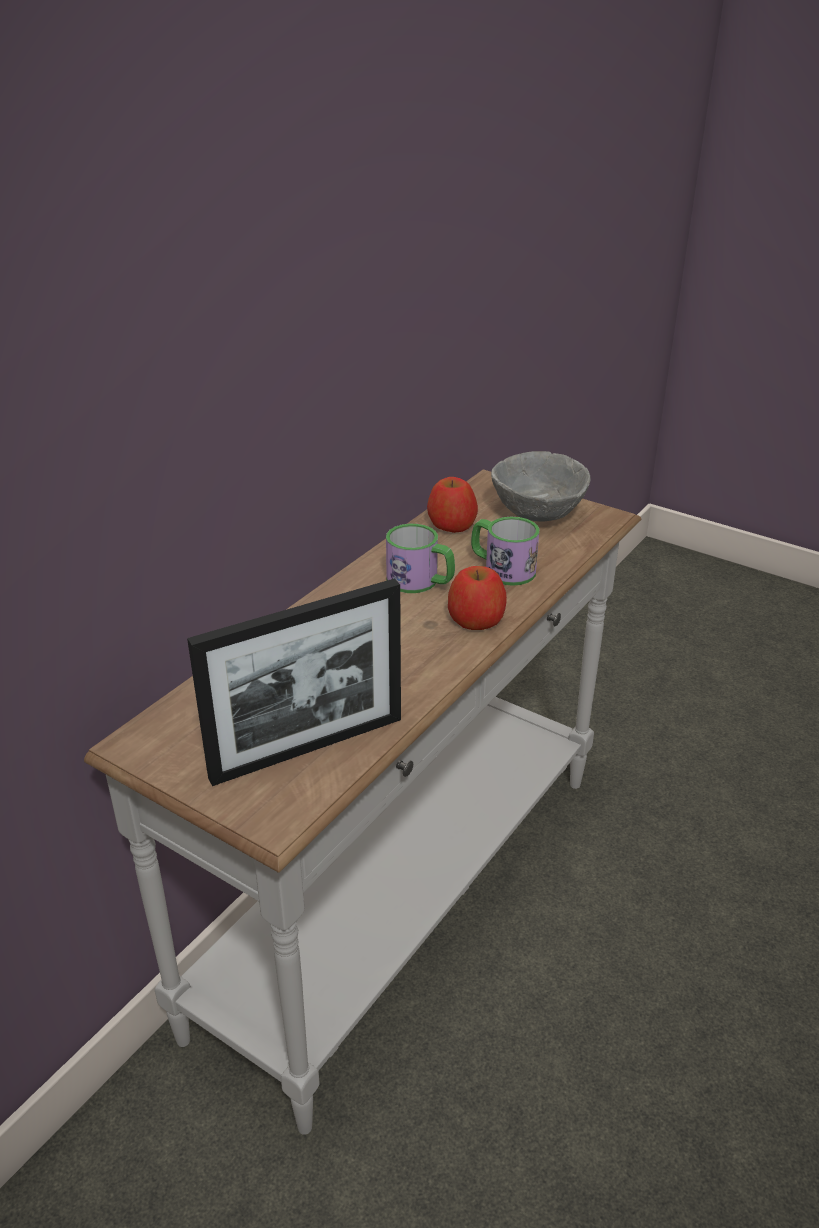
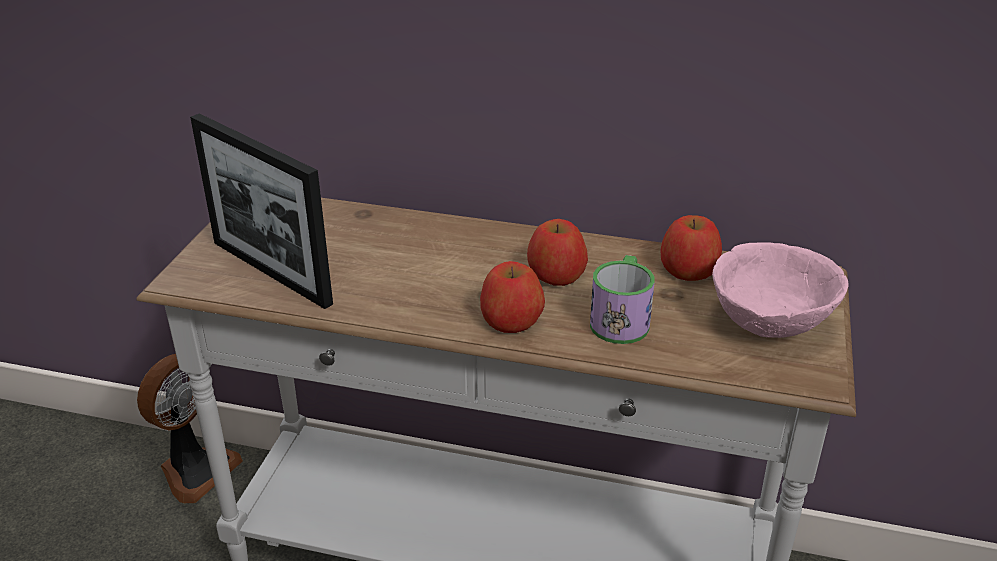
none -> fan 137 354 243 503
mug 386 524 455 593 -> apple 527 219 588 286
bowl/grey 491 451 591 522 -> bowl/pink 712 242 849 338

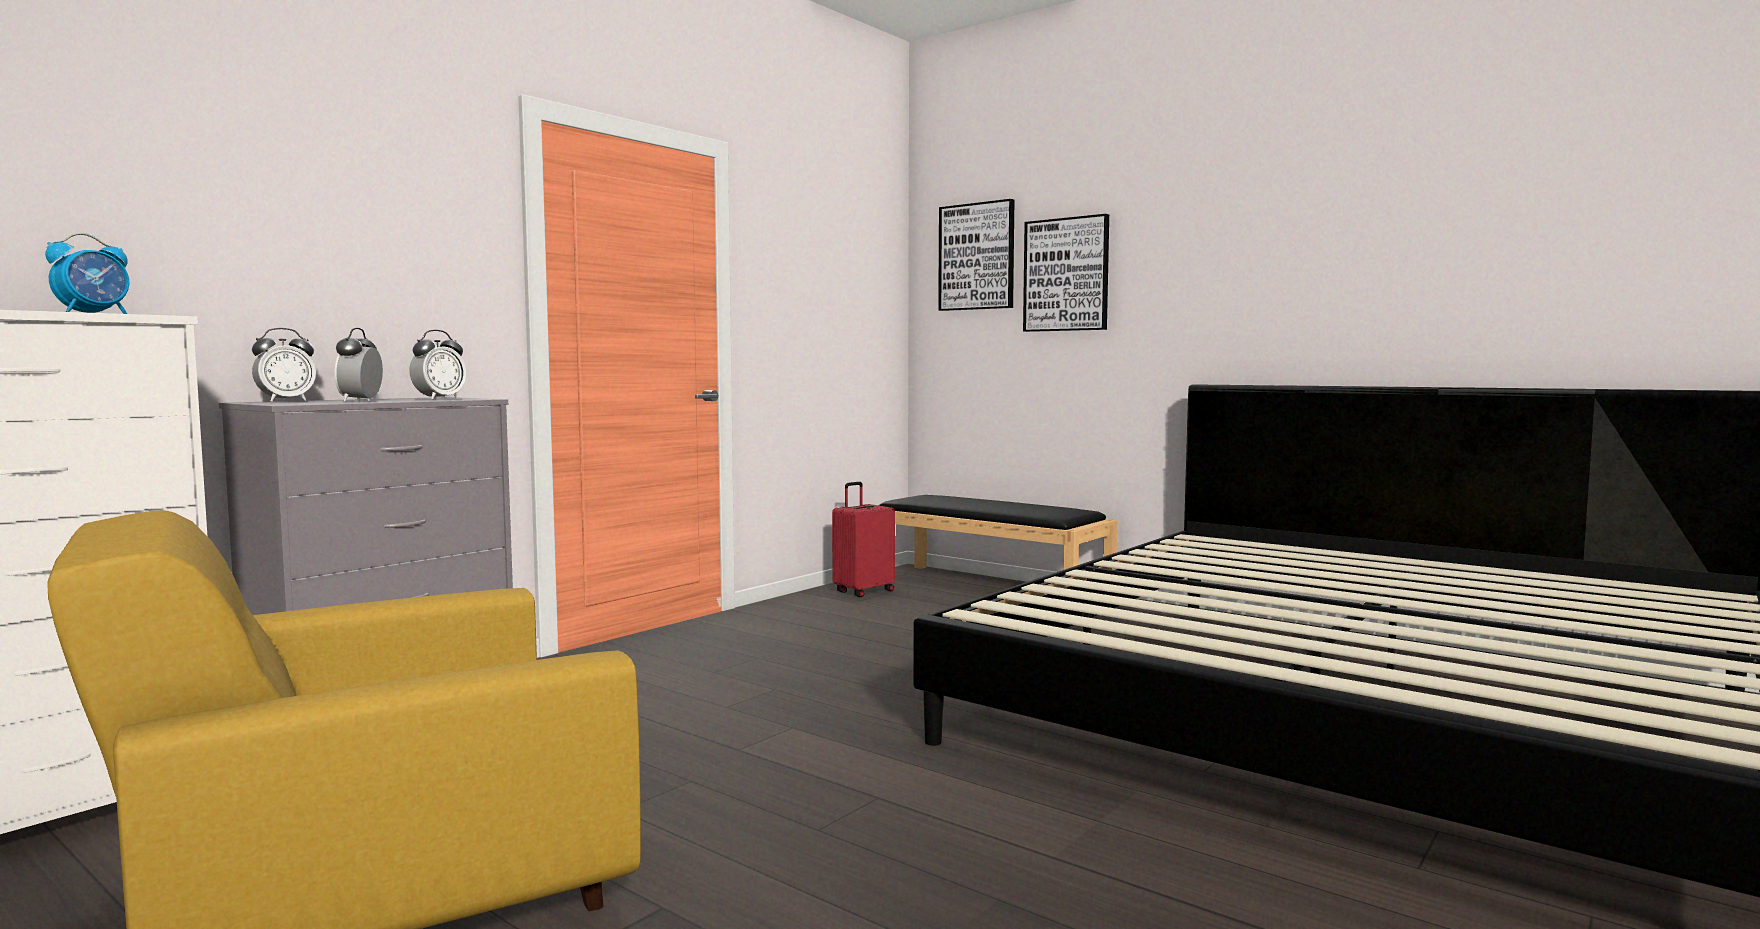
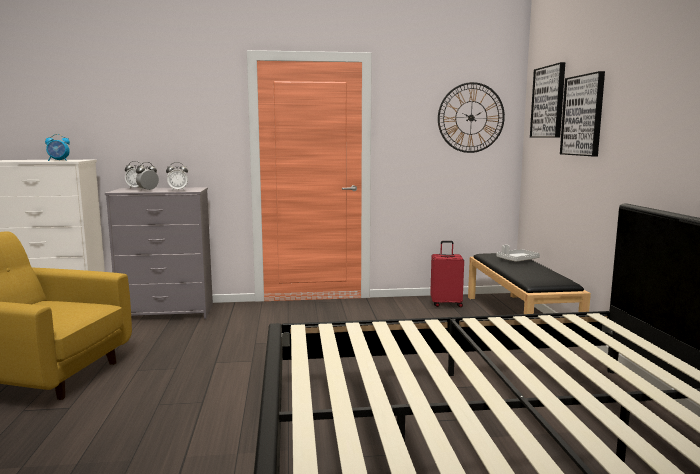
none -> wall clock 438 82 505 153
none -> tray/grey 496 245 540 262

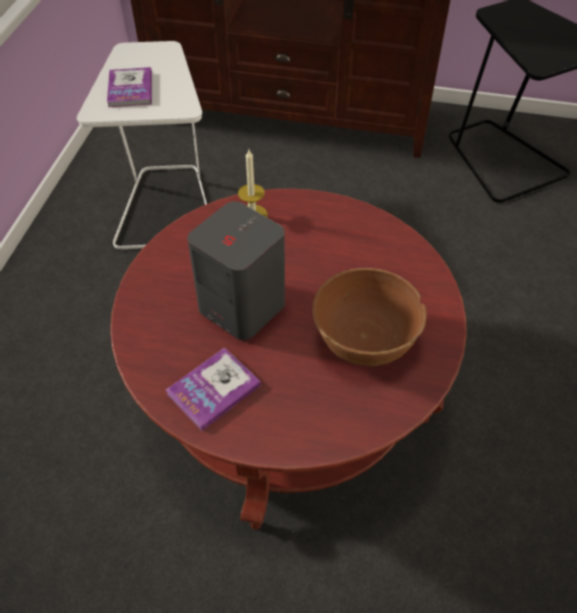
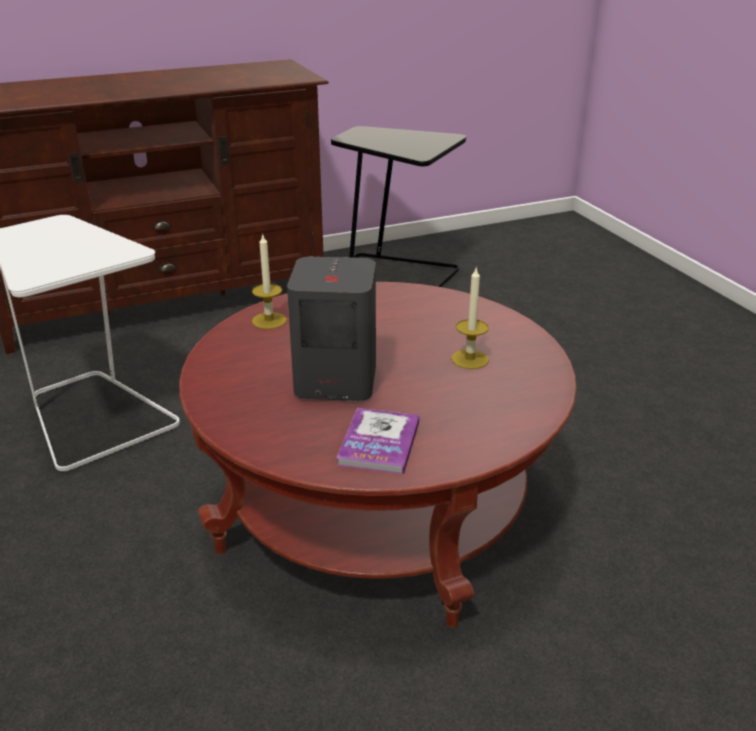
bowl/brown 312 268 426 366 -> candle 451 266 489 369
book 107 67 152 107 -> none

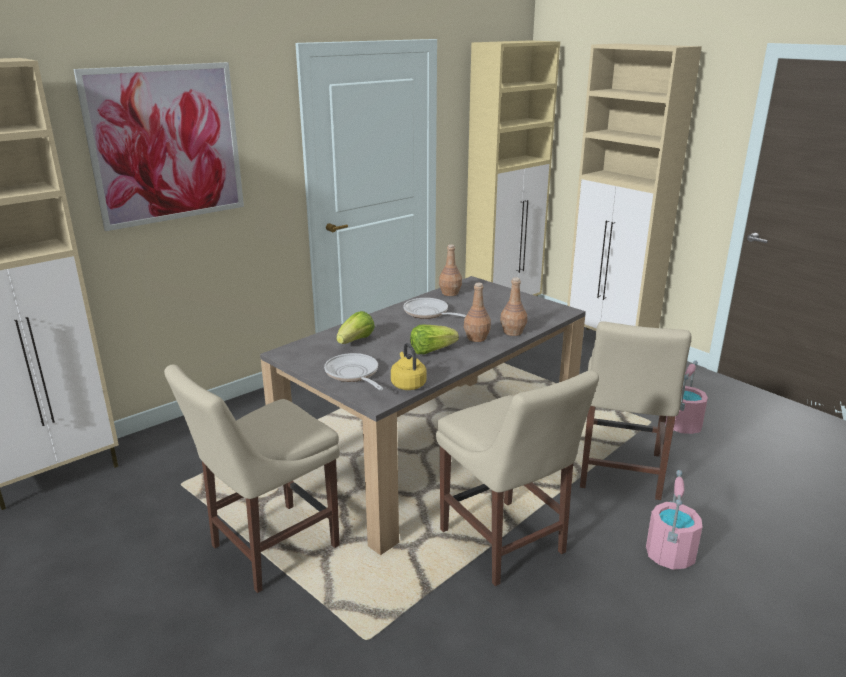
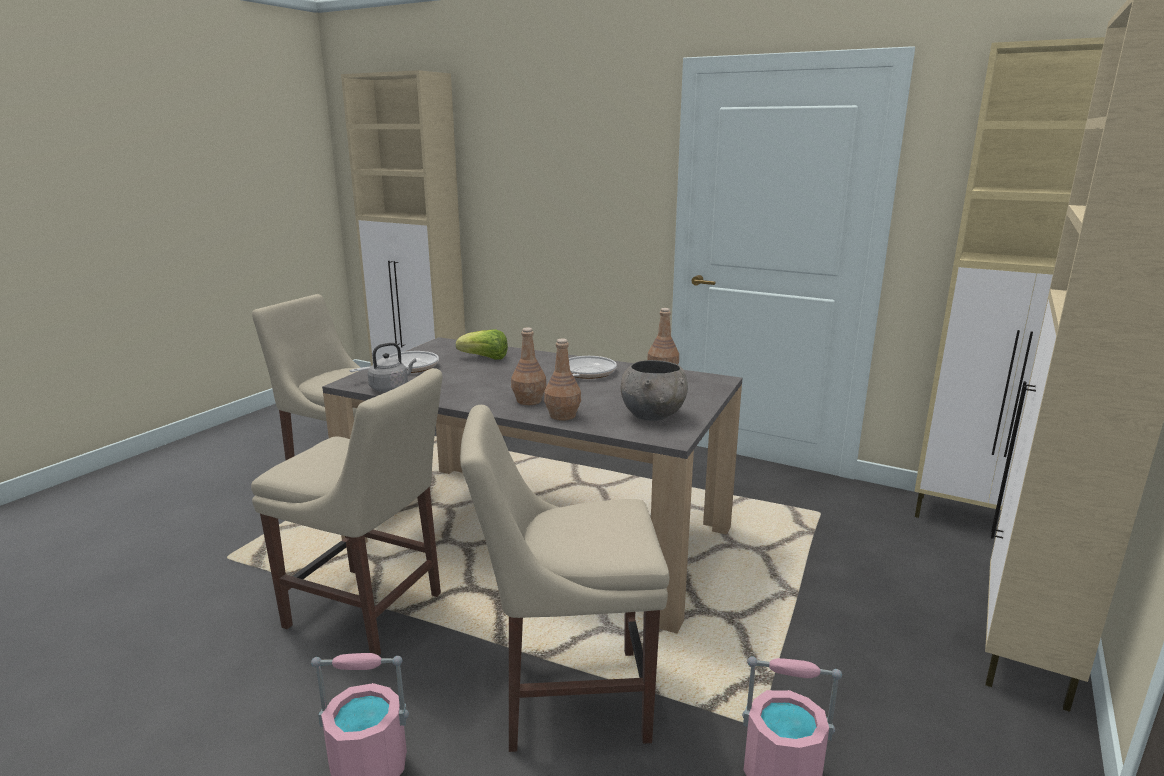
chair/beige 436 370 599 586 -> chair/beige 251 368 442 655, 105 degrees counterclockwise
kettle/yellow 391 343 427 390 -> kettle/grey 368 343 416 392
none -> bowl/grey 621 360 688 421
picture 73 62 244 231 -> none
lettuce 410 325 459 354 -> none

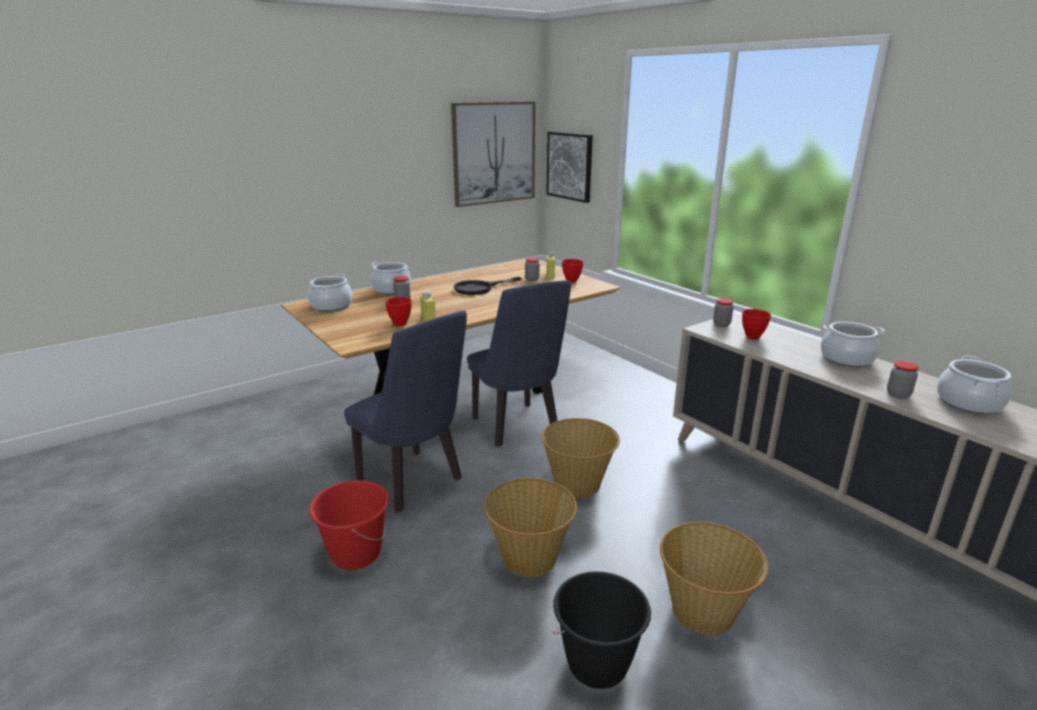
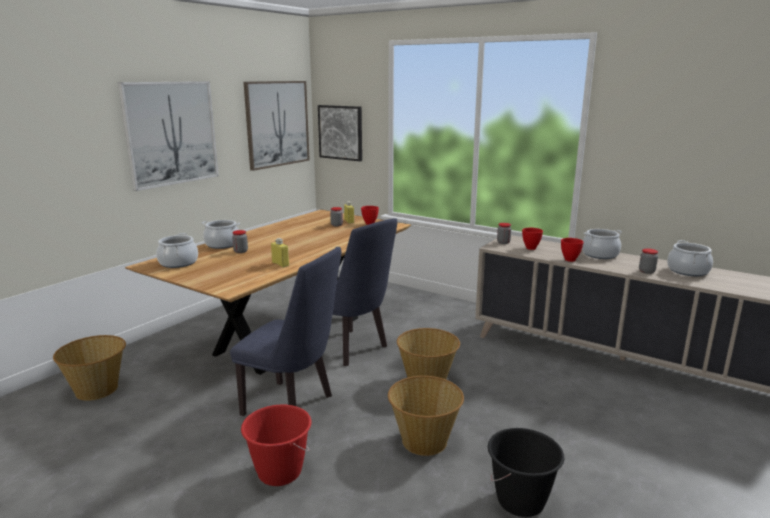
basket 660 522 769 635 -> basket 53 335 126 401, moved
none -> picture 118 81 219 191
bowl/red 385 297 412 326 -> bowl/red 561 238 584 262, moved
frying pan/black 454 277 522 295 -> none

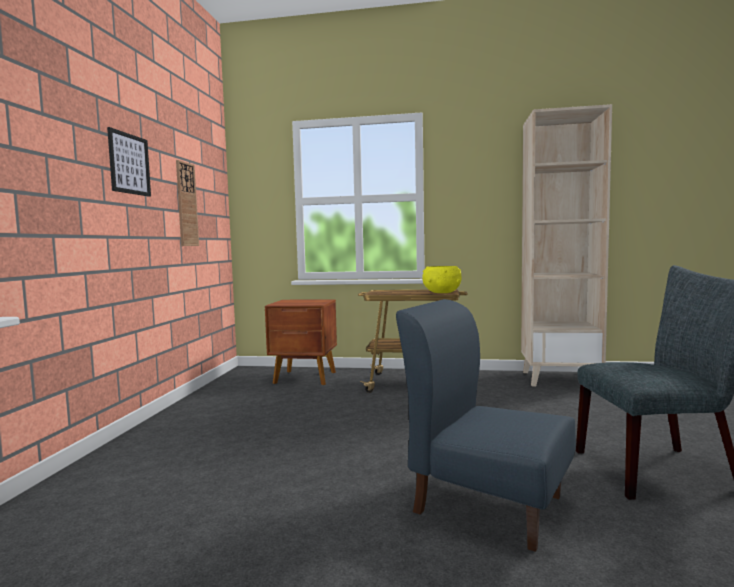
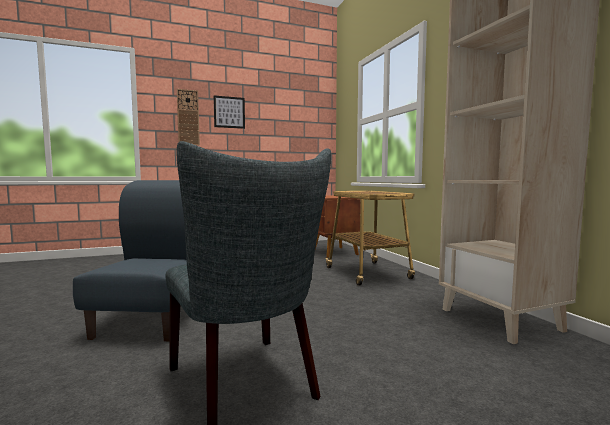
wall clock 176 160 199 246 -> wall clock 177 89 200 146, moved
bowl/yellow 422 266 461 293 -> none

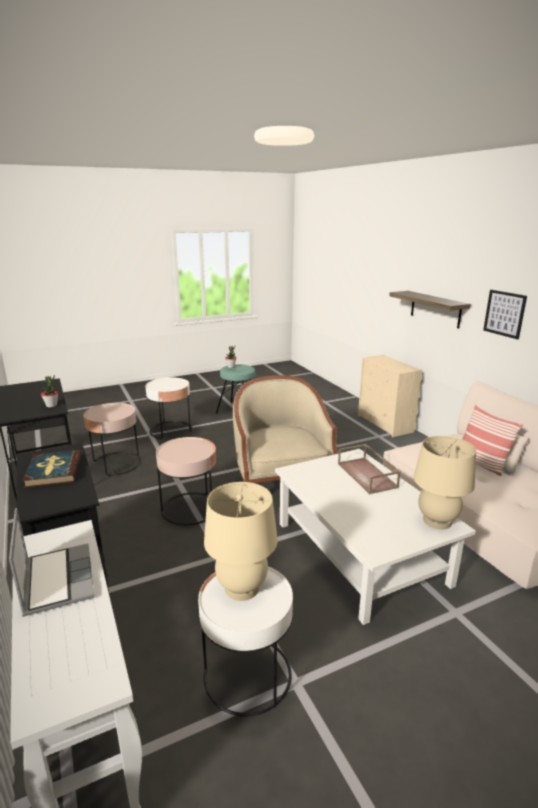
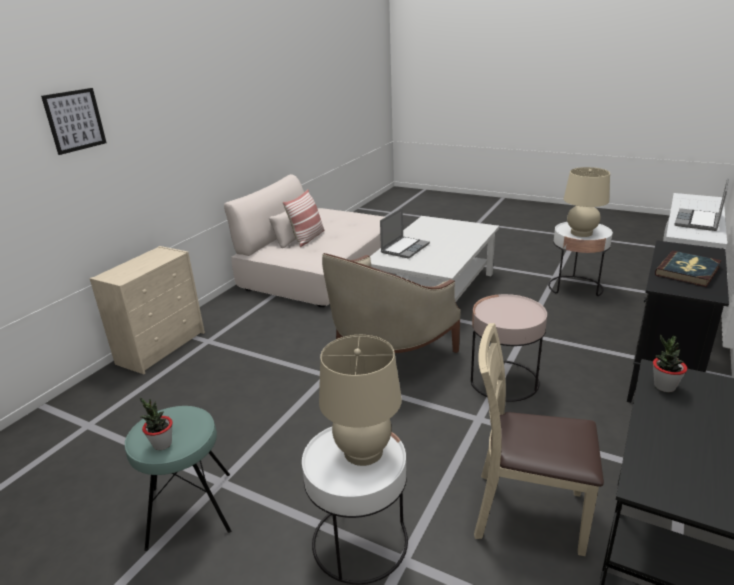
picture 483 290 527 339 -> picture 41 88 107 155, moved
table lamp/beige 414 436 476 529 -> table lamp/beige 319 335 402 466, moved
tray/brown 338 444 401 494 -> laptop 380 208 430 259
side table/pink 83 403 141 476 -> chair/beige 474 323 604 556
shelf 389 291 471 329 -> none

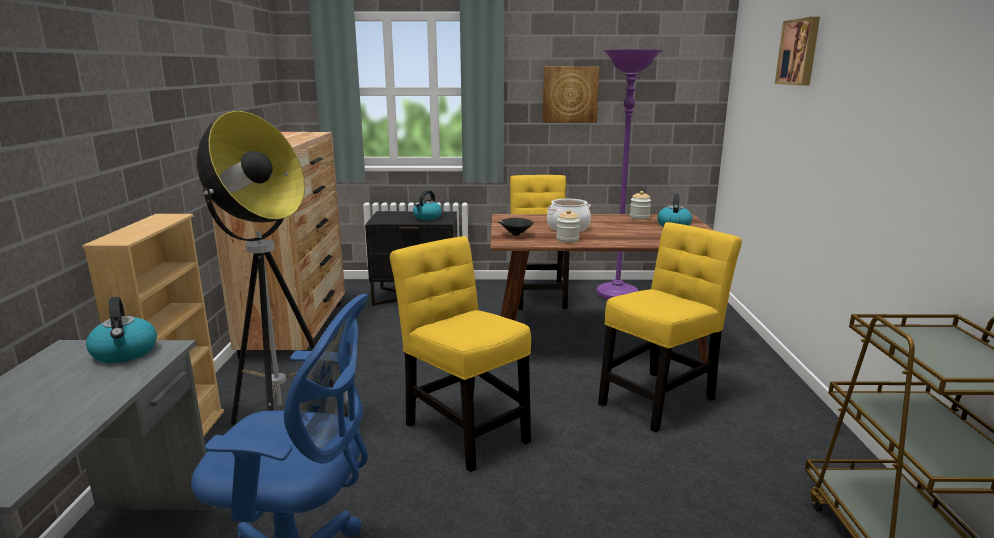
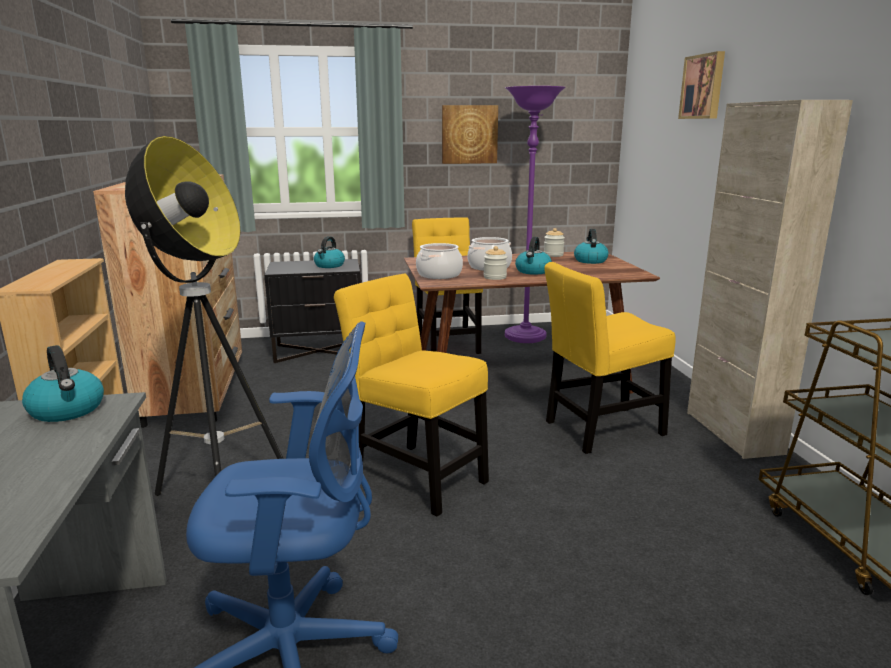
bowl/black 499 218 534 236 -> cooking pot 416 243 463 279
none -> kettle 515 237 552 275
chair/yellow 598 222 742 432 -> chair/yellow 544 262 675 454, 150 degrees counterclockwise
none -> cabinet/beige 687 100 853 459

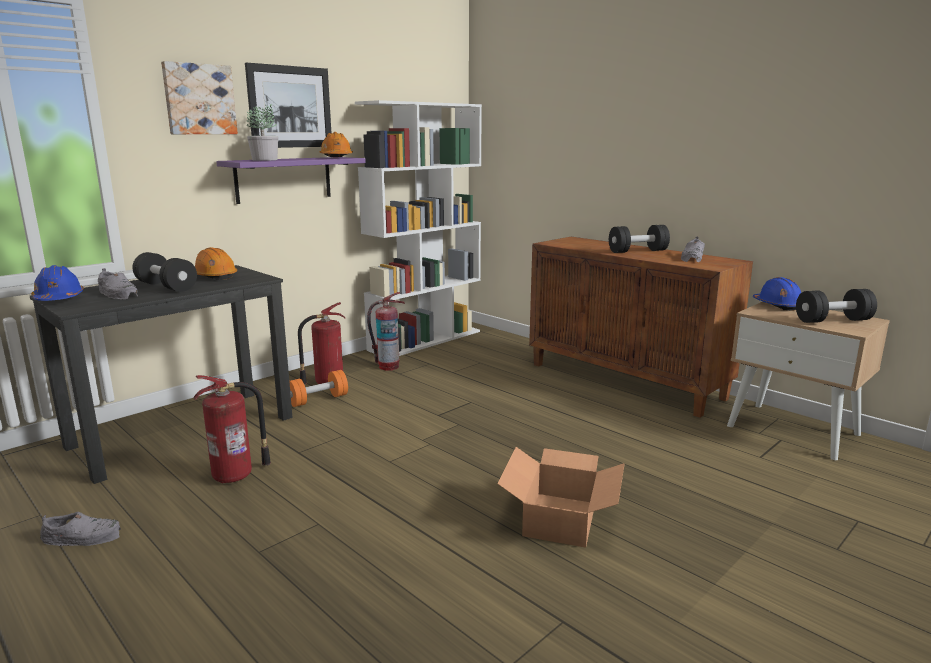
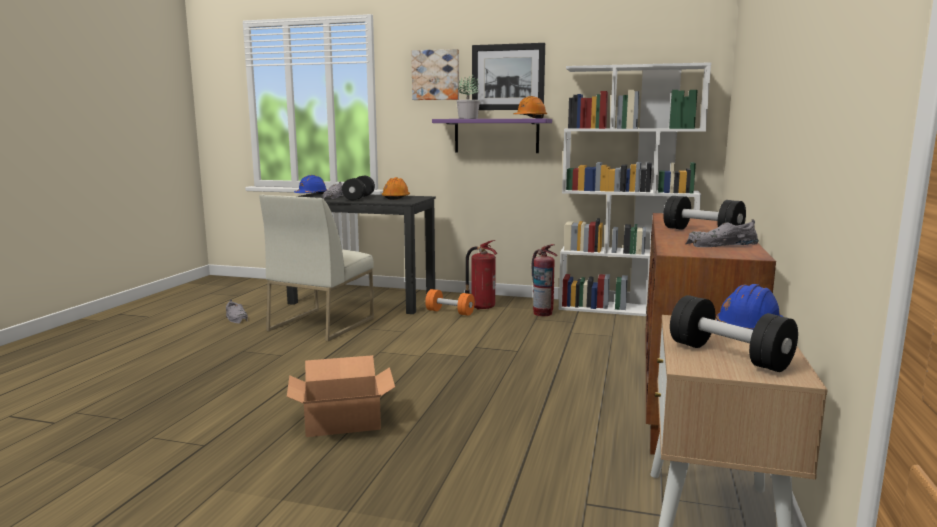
fire extinguisher 193 375 271 484 -> chair/white 259 195 374 341

